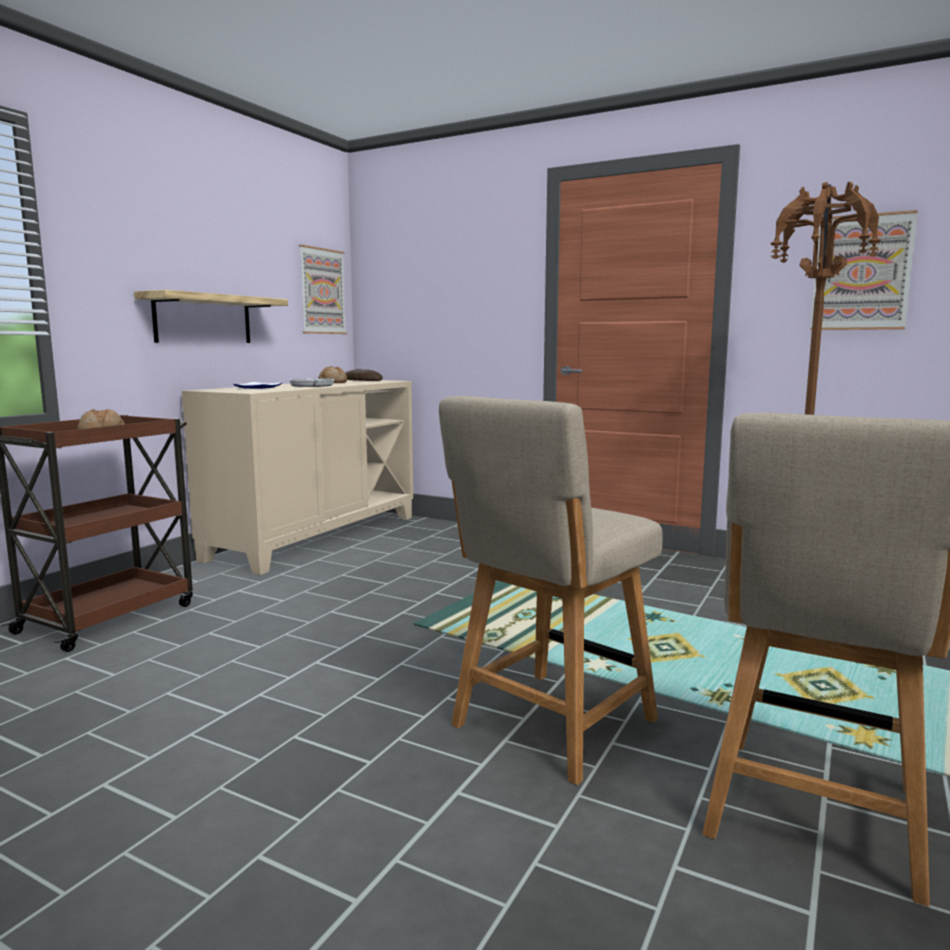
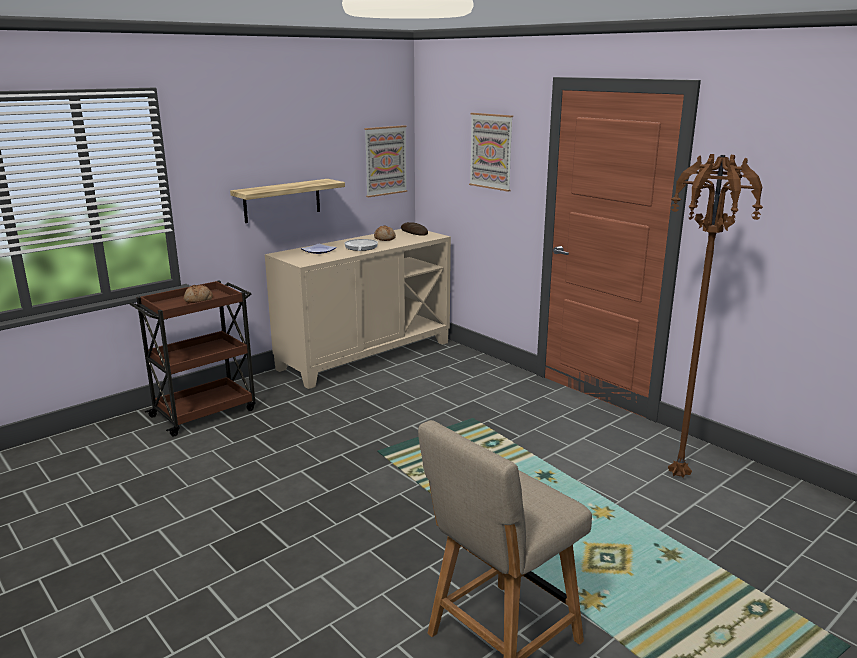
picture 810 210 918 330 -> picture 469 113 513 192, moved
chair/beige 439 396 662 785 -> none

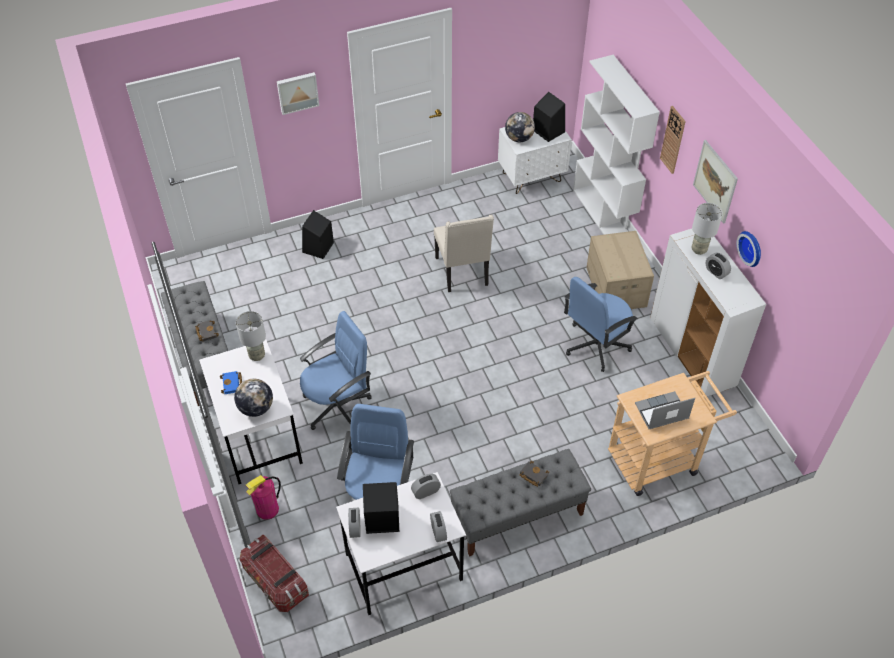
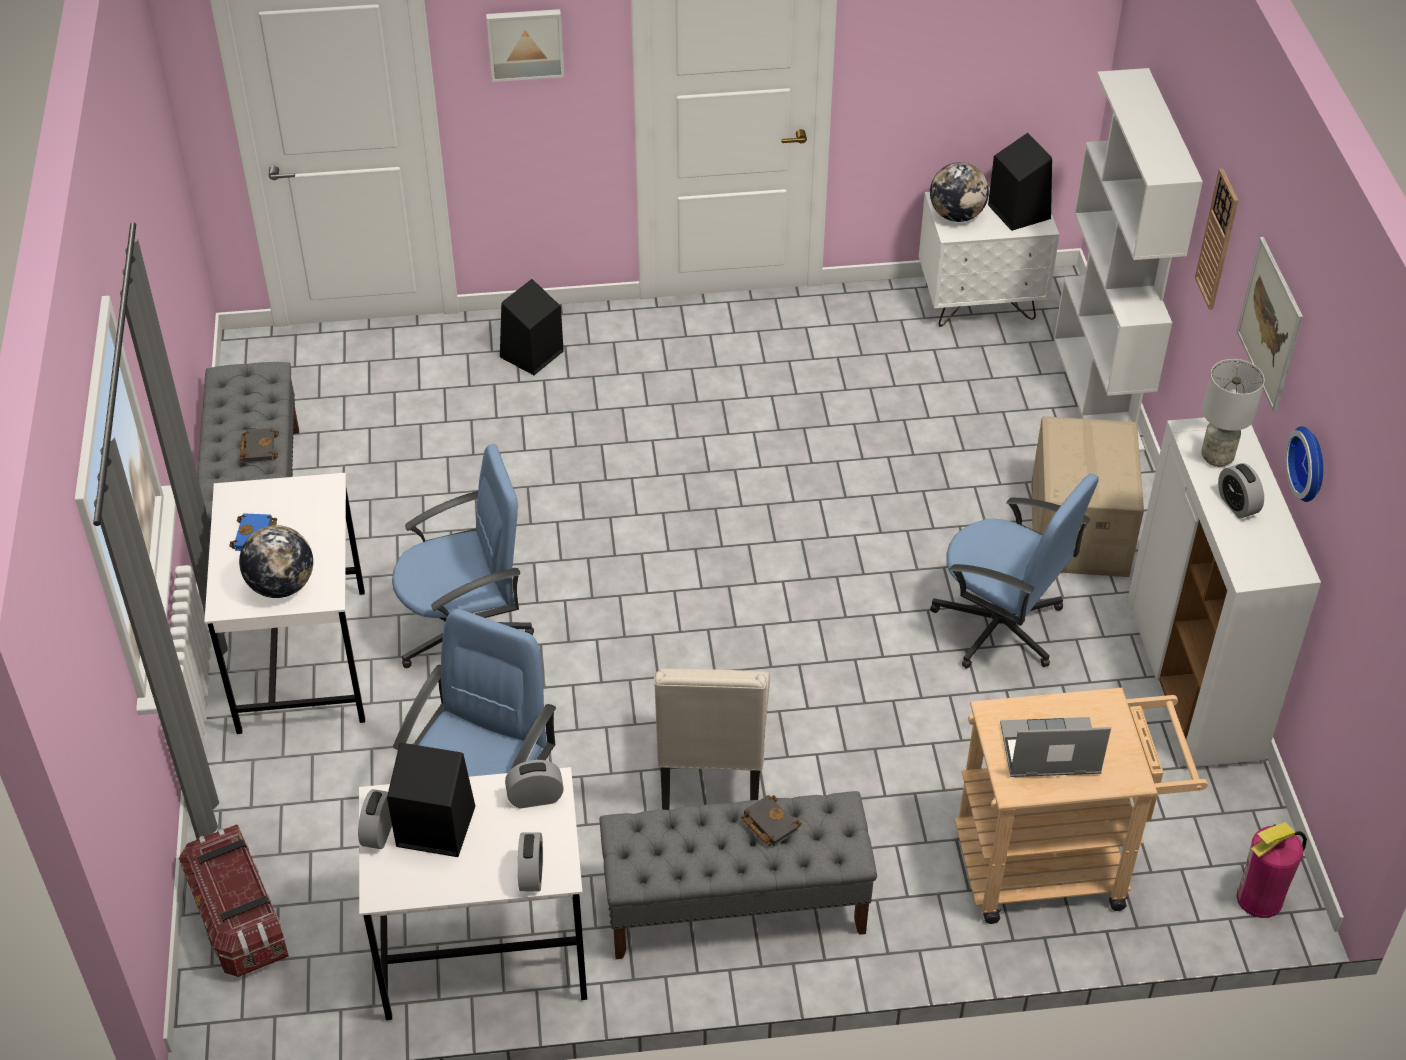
chair/beige 434 215 494 292 -> chair/beige 654 668 770 810, moved
office chair/blue 564 277 638 372 -> office chair/blue 930 474 1099 669, 120 degrees counterclockwise
fire extinguisher 246 475 281 520 -> fire extinguisher 1236 822 1307 918, moved
table lamp/grey 236 311 266 361 -> none

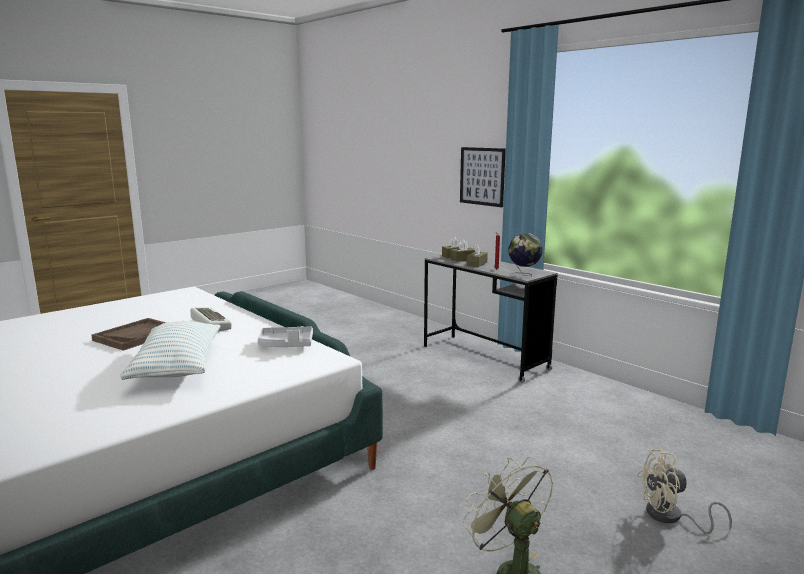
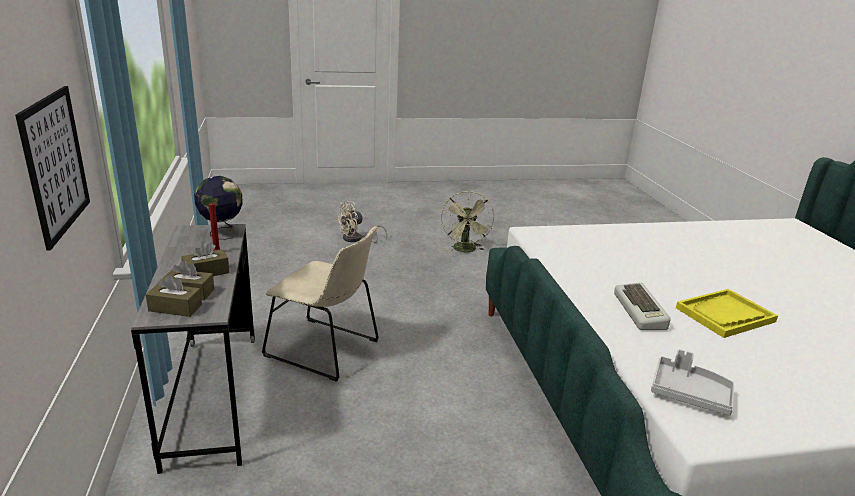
none -> chair/beige 262 226 379 382
fan/beige 637 449 732 534 -> fan/beige 336 201 387 243, 120 degrees clockwise
tray/grey 257 326 313 347 -> tray/grey 651 349 734 416, moved
tray/brown 91 318 166 351 -> tray/yellow 676 289 778 338
pillow 120 321 221 380 -> none

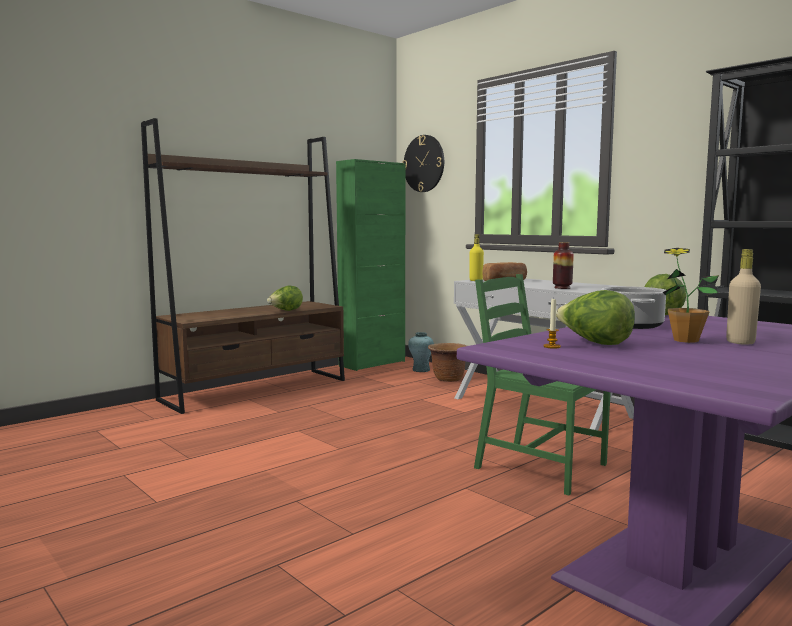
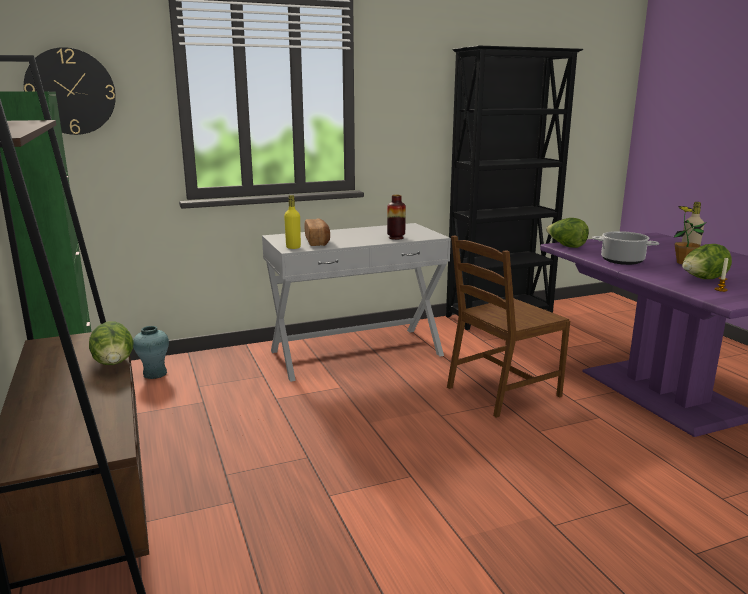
chair/green 474 274 611 495 -> chair/brown 447 236 570 418
planter/brown 428 343 467 382 -> none

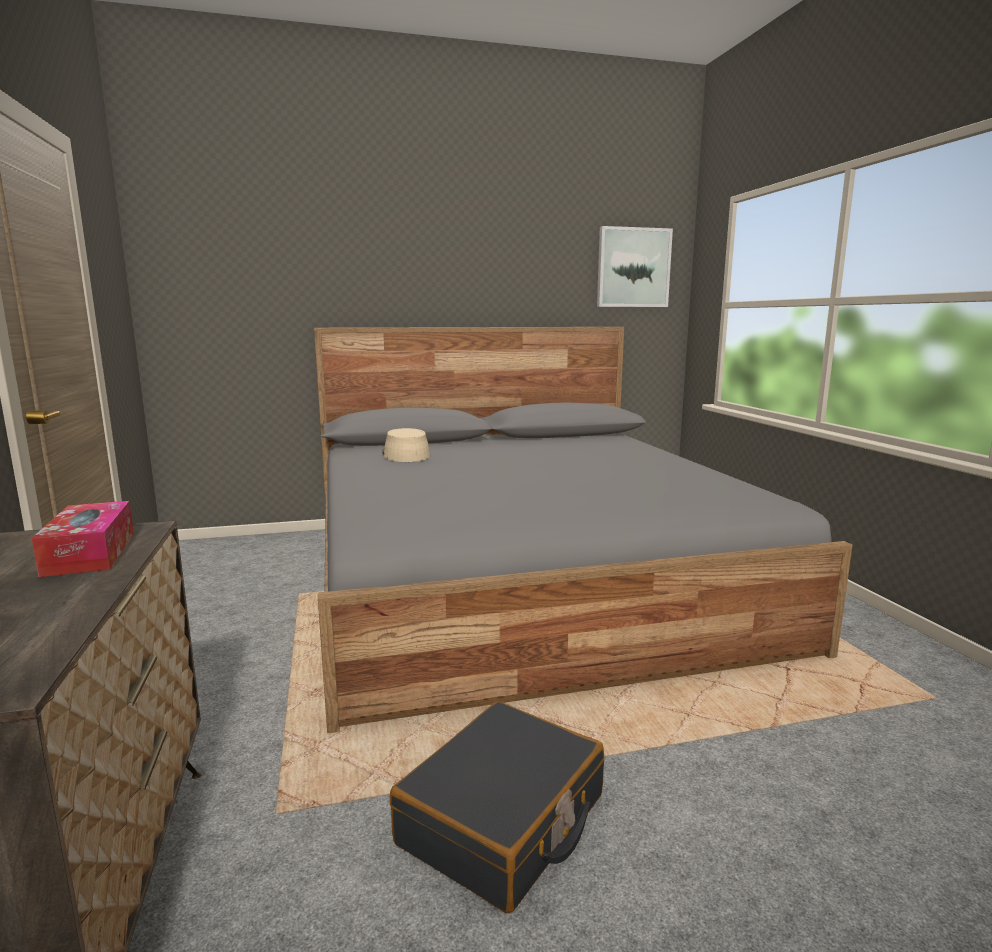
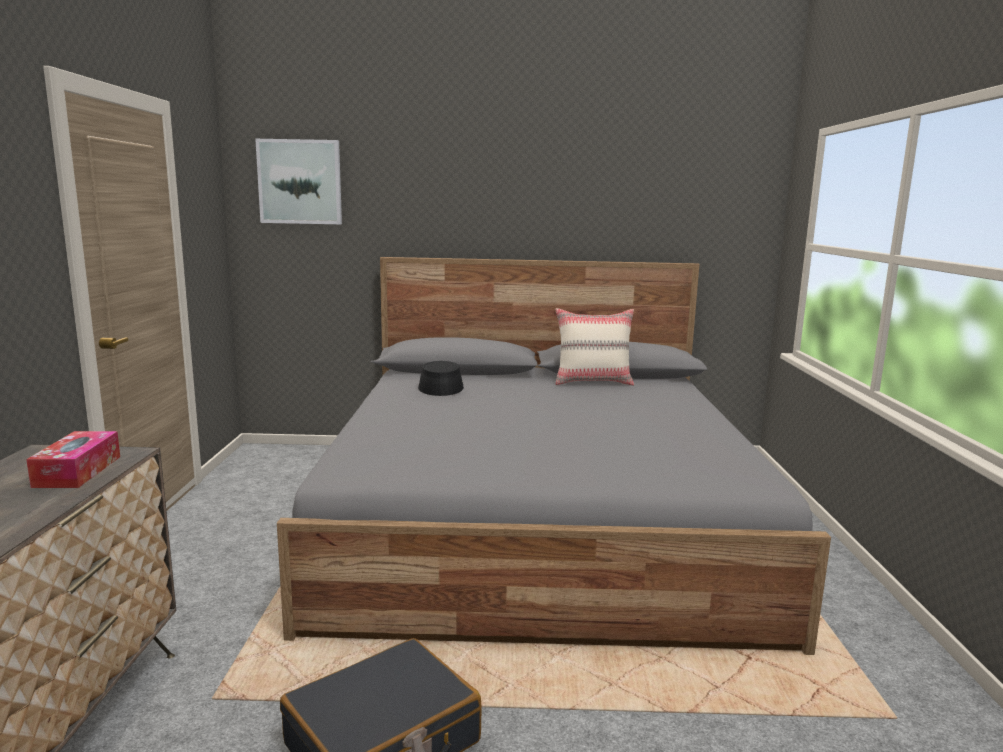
picture 597 226 673 307 -> picture 255 139 342 224, moved
hat/beige 382 428 430 462 -> hat/black 418 361 464 396
none -> pillow/beige 556 308 634 386

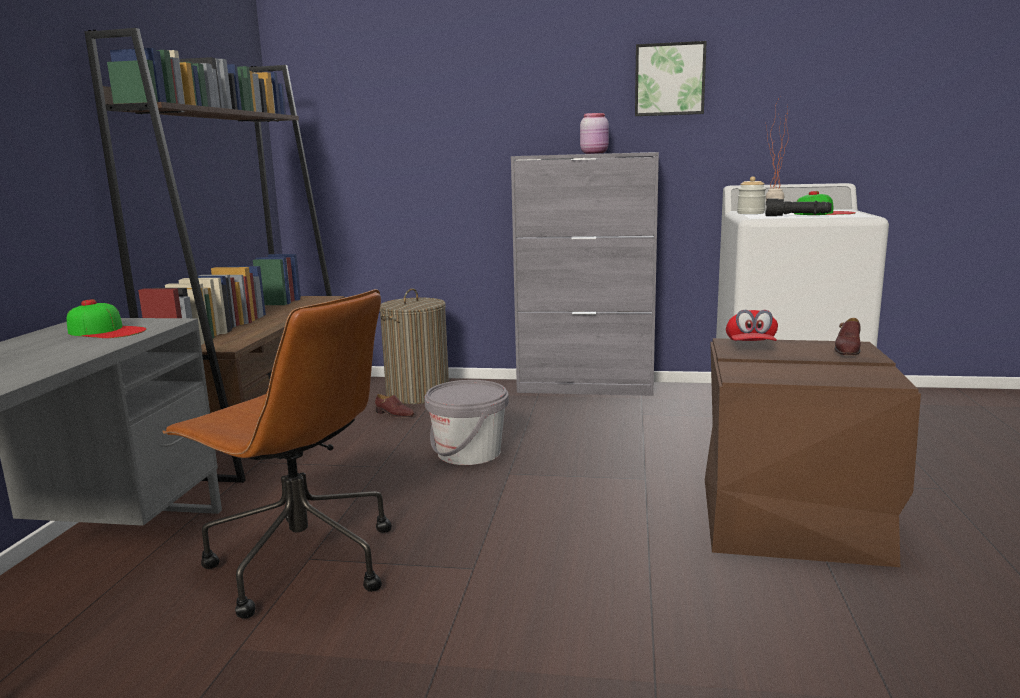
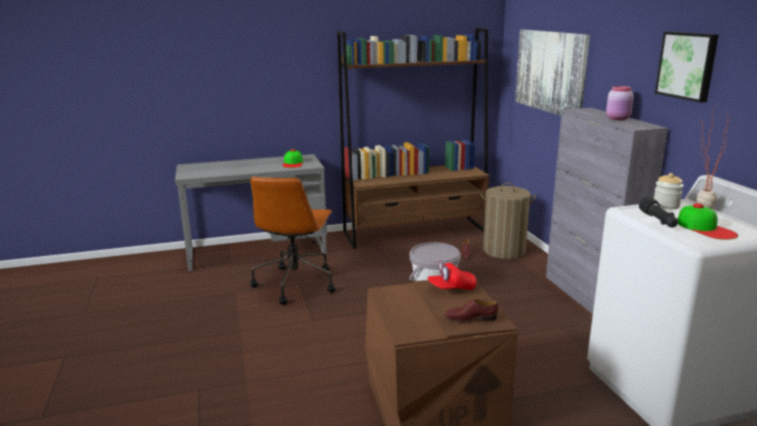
none -> picture 515 29 590 116

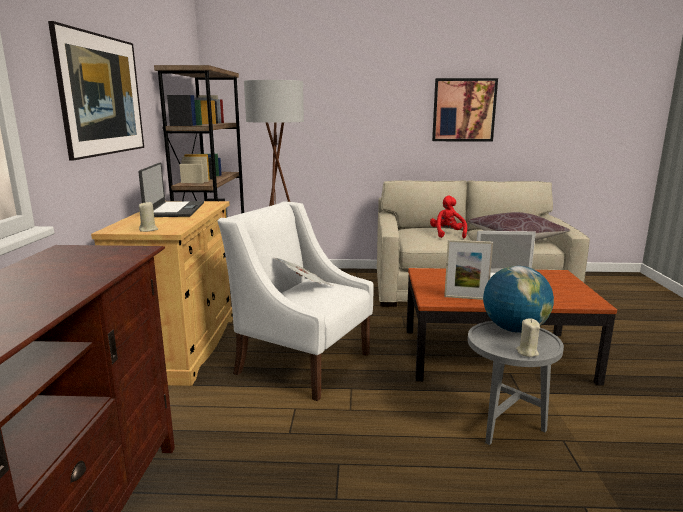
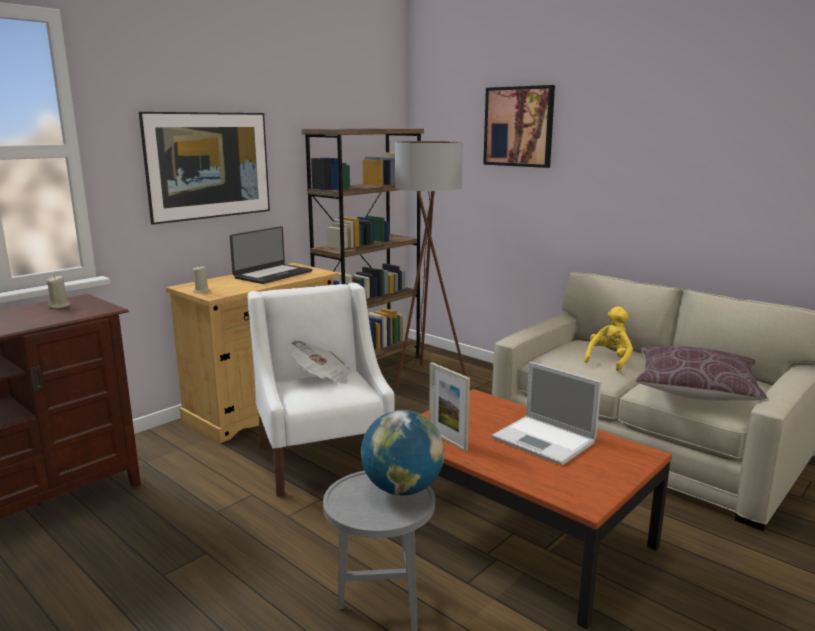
candle/beige 516 318 540 357 -> candle/beige 47 275 70 309, moved
picture 432 78 498 141 -> picture 483 85 555 168, moved
plush toy/red 430 196 467 239 -> plush toy/yellow 584 306 633 371

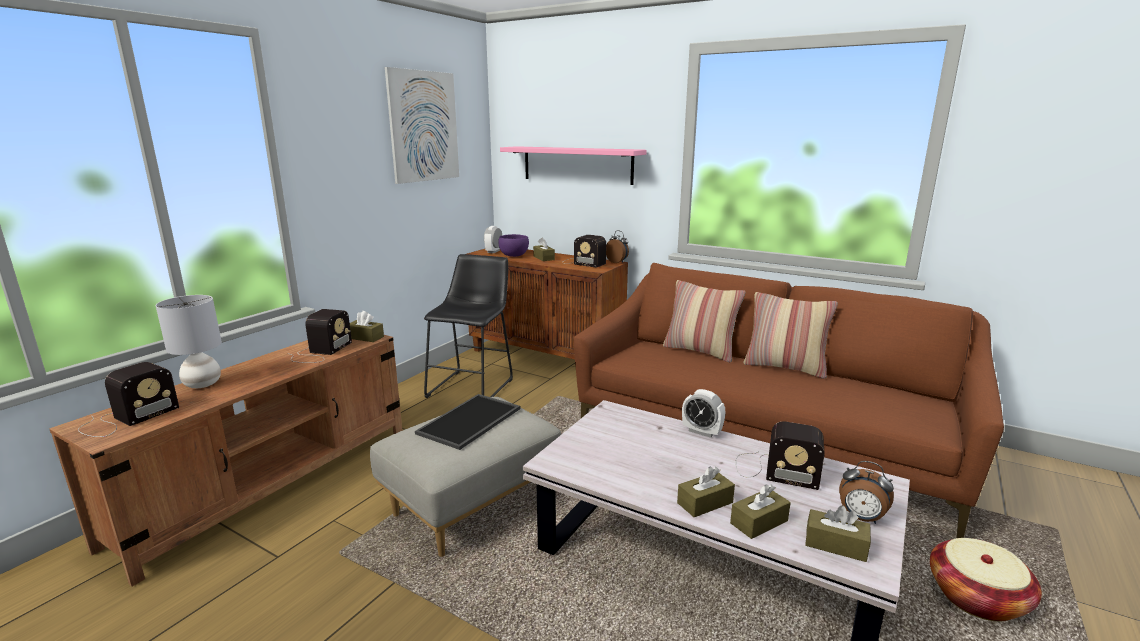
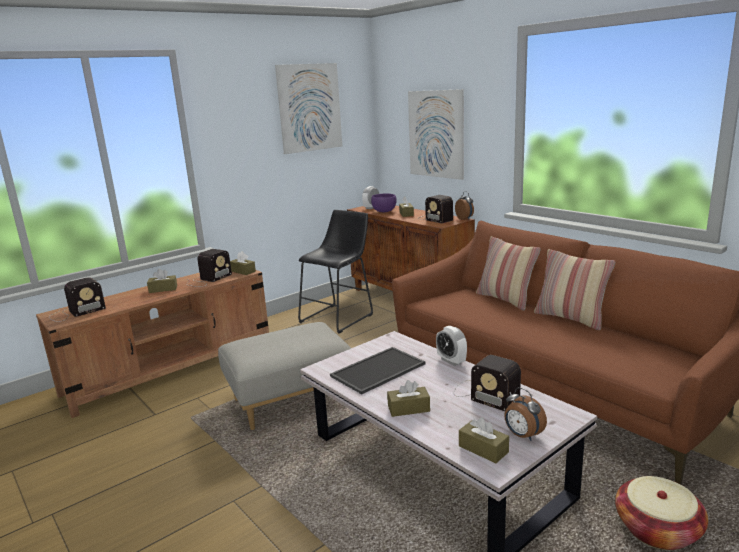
tissue box/brown 730 484 791 539 -> tissue box/brown 147 269 177 293, moved
tray 415 394 521 450 -> tray 330 347 425 394, moved
shelf/pink 500 146 647 185 -> picture 408 89 464 180
table lamp/grey 156 295 222 388 -> none

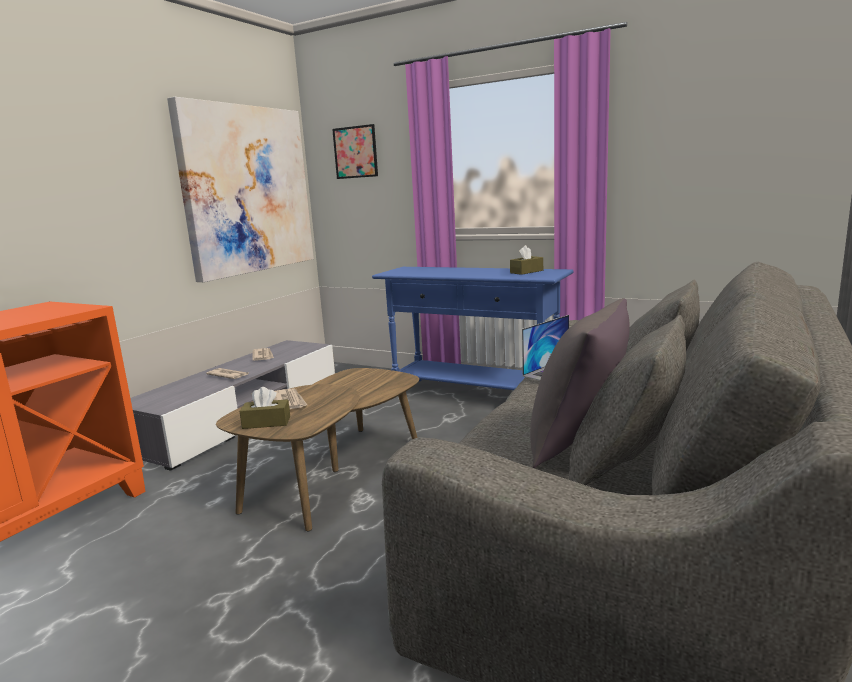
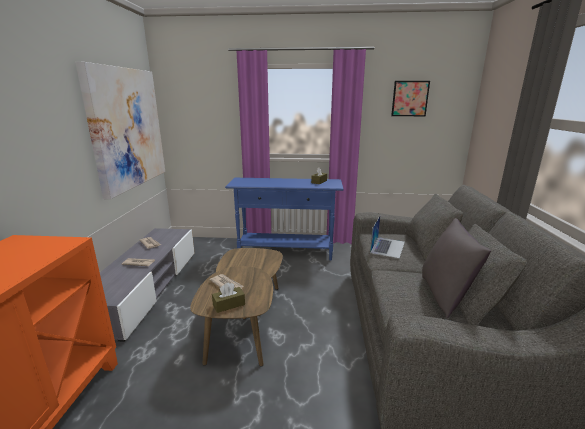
picture 332 124 378 179 -> picture 391 81 430 116, moved

